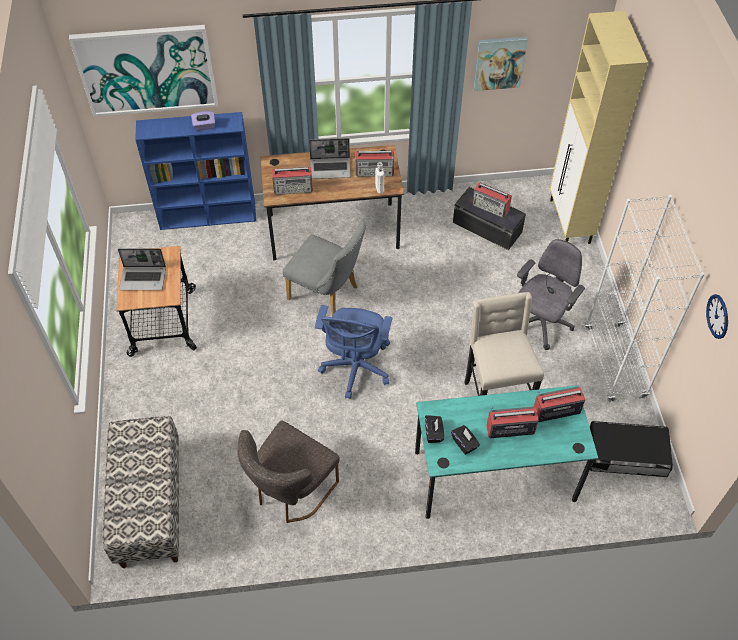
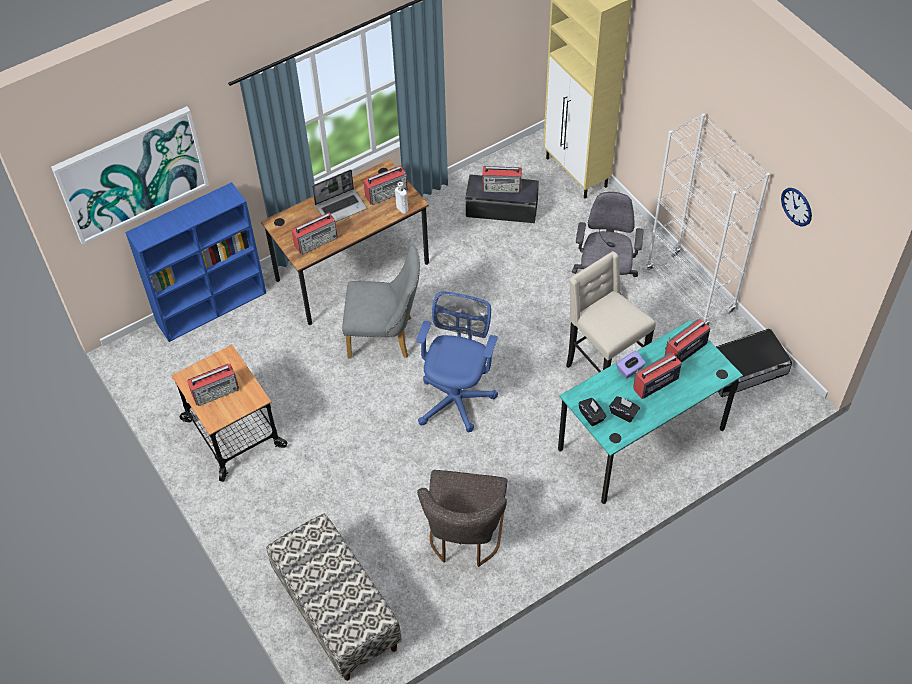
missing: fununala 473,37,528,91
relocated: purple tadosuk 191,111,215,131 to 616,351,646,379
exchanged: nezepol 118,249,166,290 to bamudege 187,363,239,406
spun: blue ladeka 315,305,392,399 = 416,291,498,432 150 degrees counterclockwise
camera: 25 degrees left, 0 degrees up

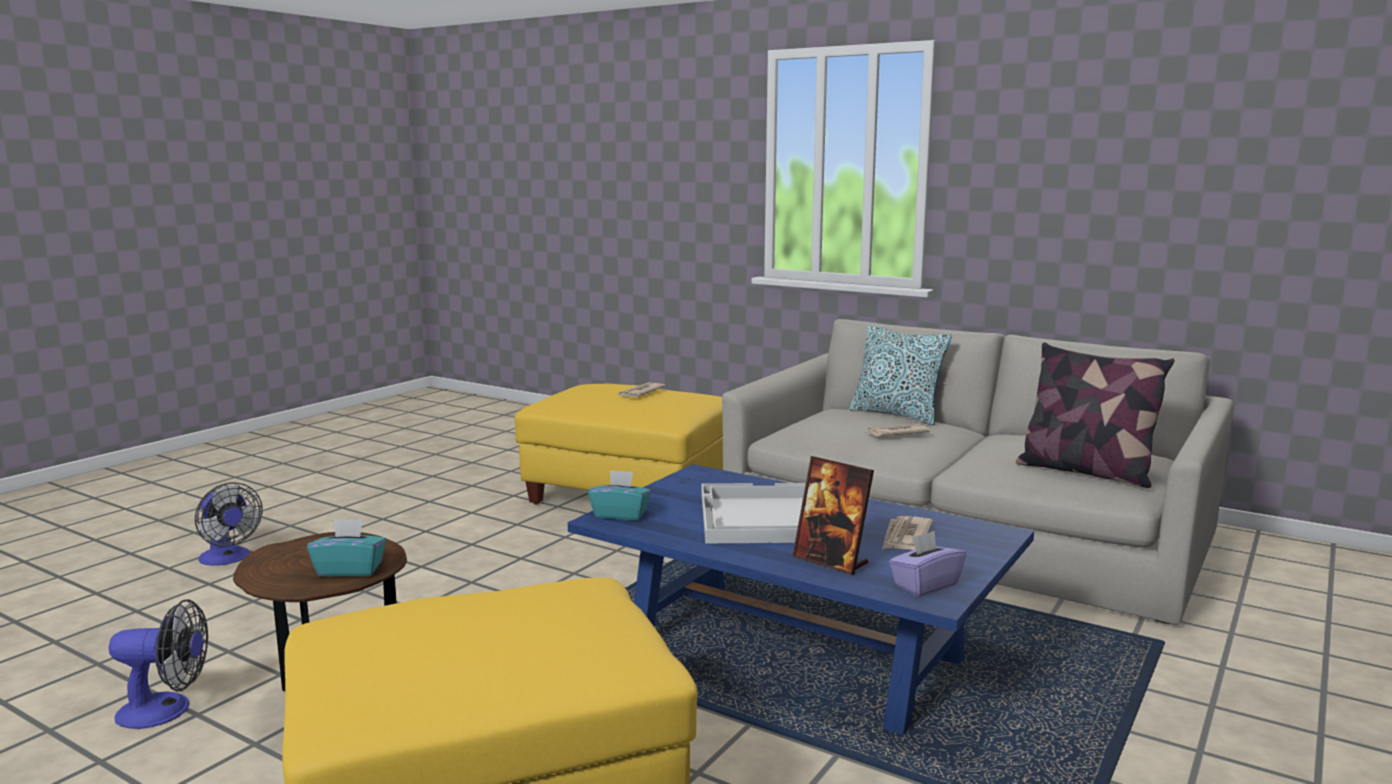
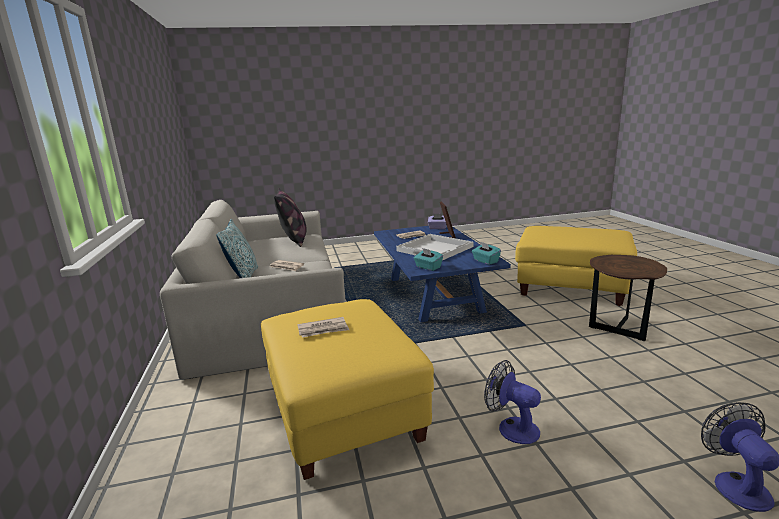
relocated: turquoise tadosuk 307,519,386,577 to 414,248,443,271; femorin 108,599,208,729 to 484,360,541,444
camera: 135 degrees left, 5 degrees up

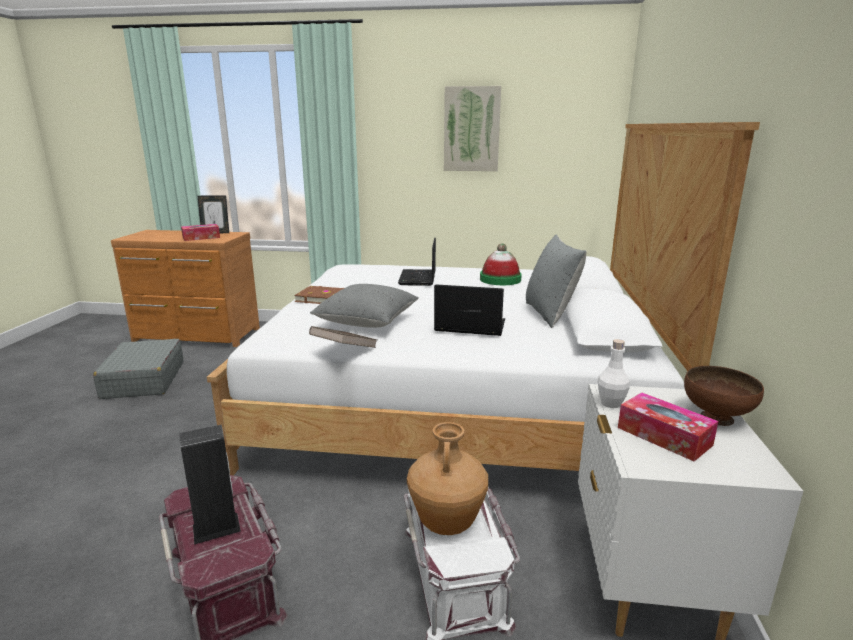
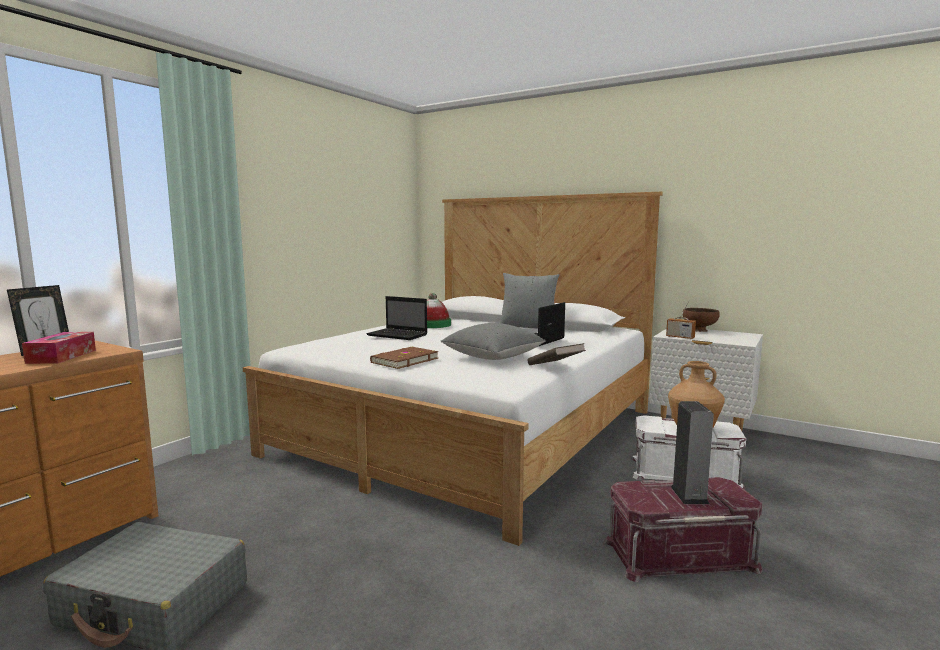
missing: fununala 444,86,501,171; tadosuk 618,392,718,461
exchanged: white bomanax 598,339,630,408 to bamudege 666,300,696,339
camera: 65 degrees left, 10 degrees down

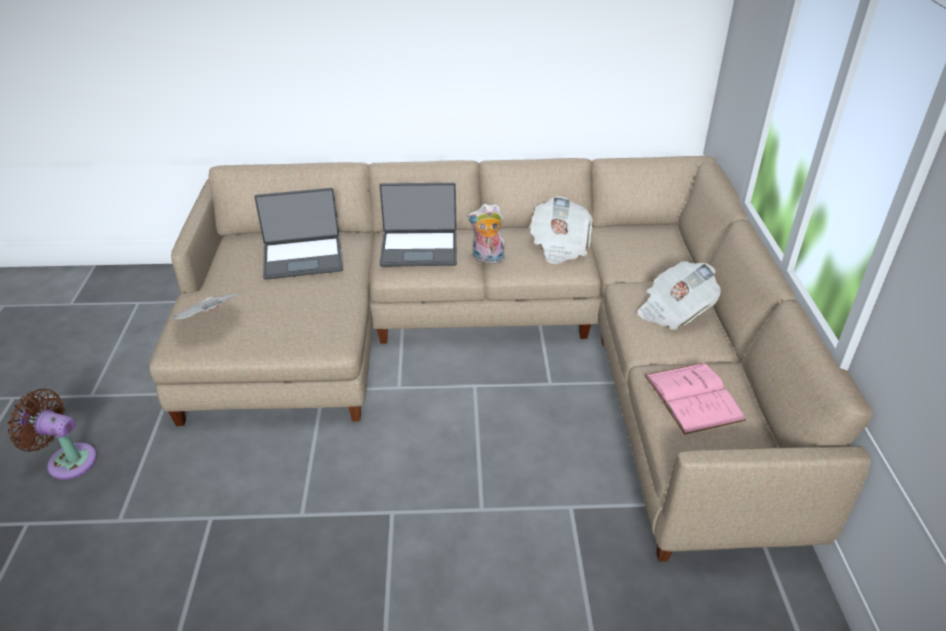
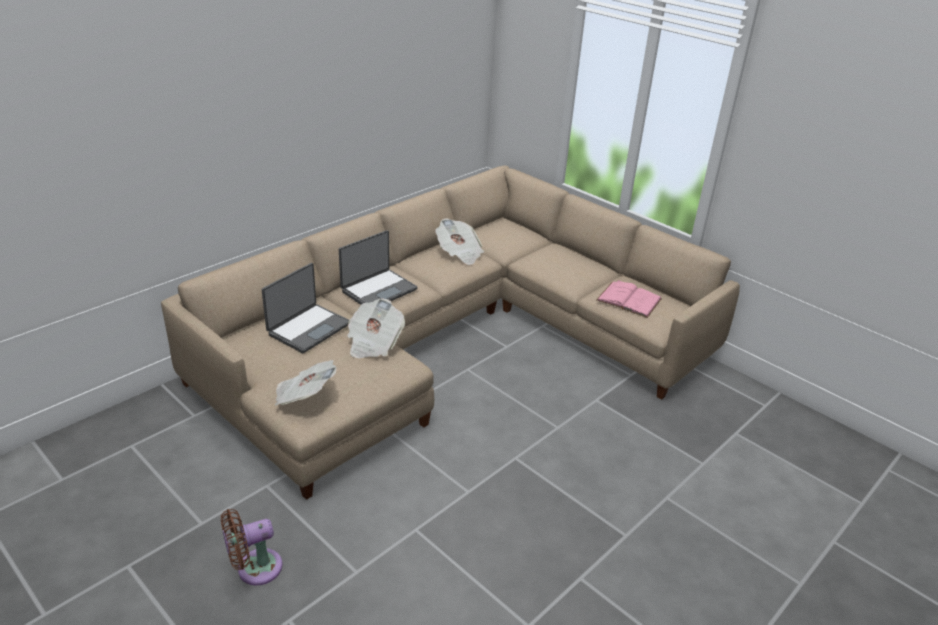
missing: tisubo 467,204,505,266
relocated: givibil 637,261,721,330 to 347,298,405,358
camera: 45 degrees left, 5 degrees down

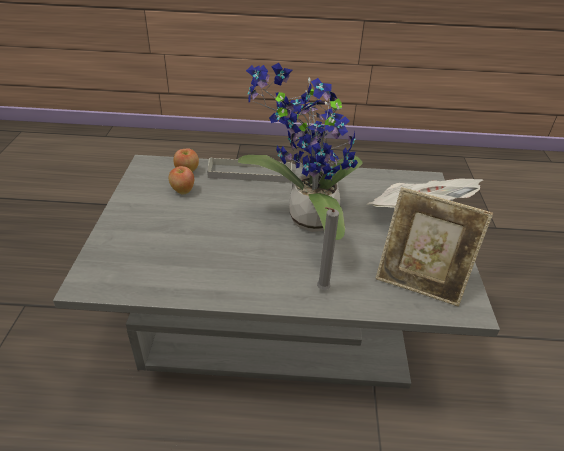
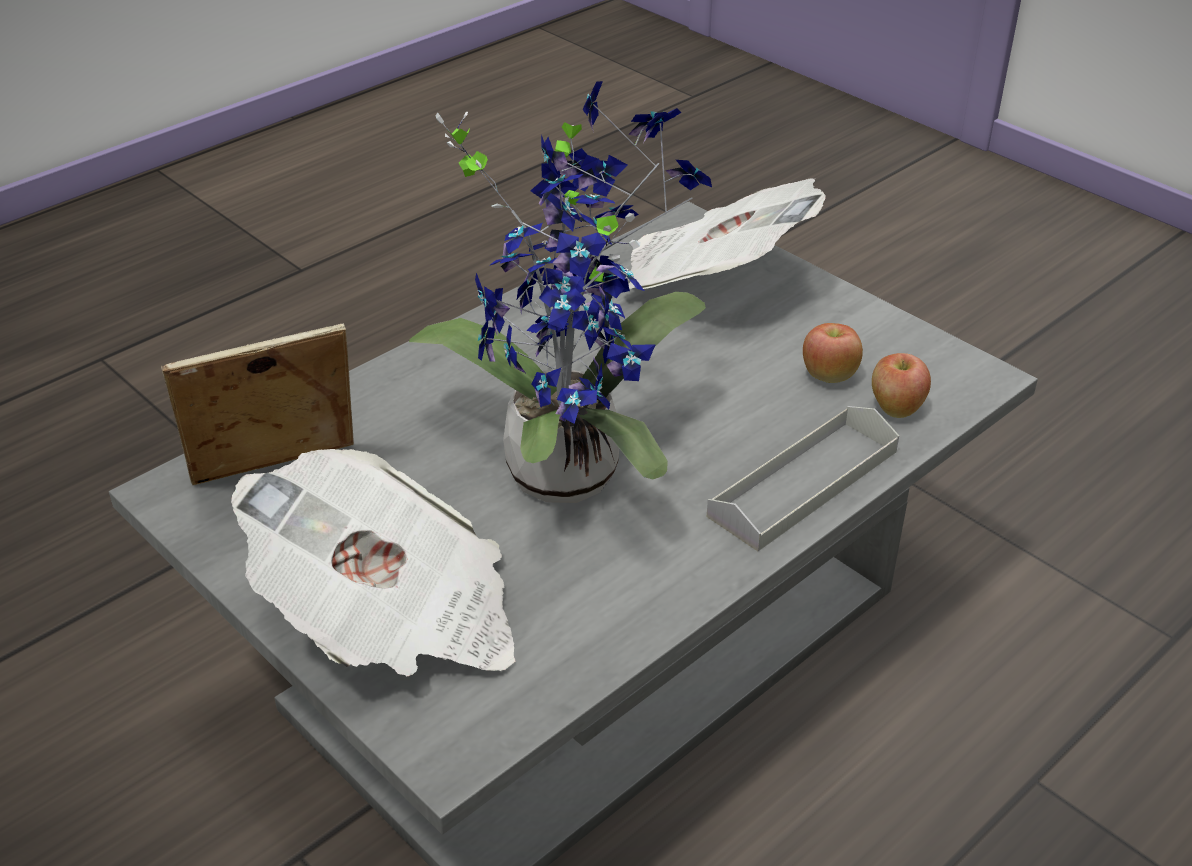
missing: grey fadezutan 317,207,339,290
appeared: givibil 626,179,826,290
camera: 135 degrees right, 0 degrees up

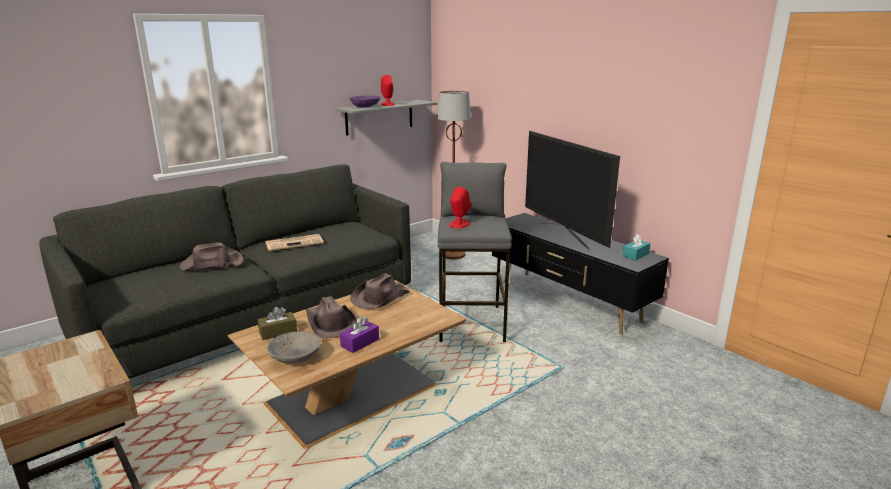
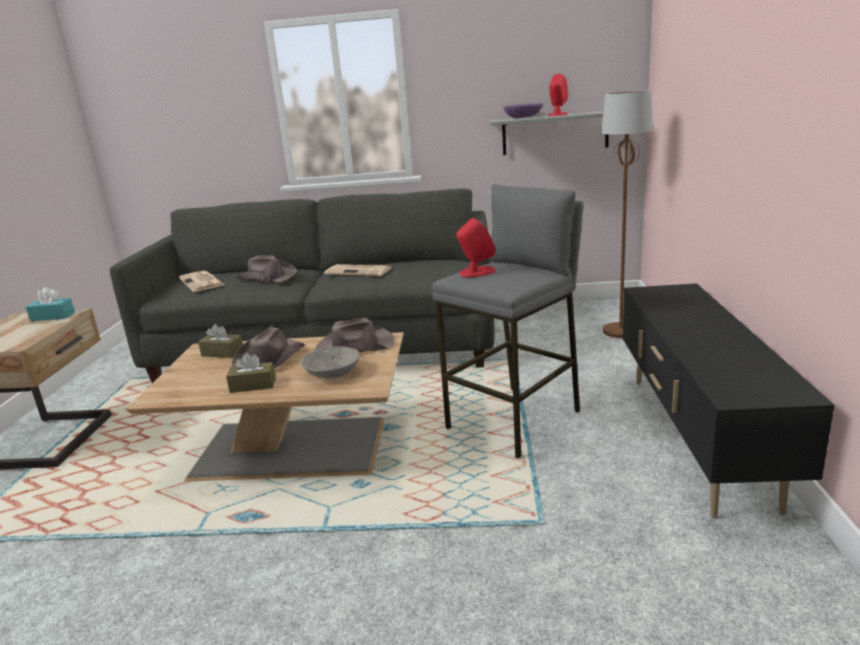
missing: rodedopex 525,131,620,250
appeared: givibil 179,271,224,292
relocated: turquoise tadosuk 623,234,651,261 to 26,287,75,321; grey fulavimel 267,331,321,363 to 300,346,360,378
colour: purple tadosuk 340,316,379,353 to brown tadosuk 226,353,276,393
camera: 45 degrees right, 0 degrees up

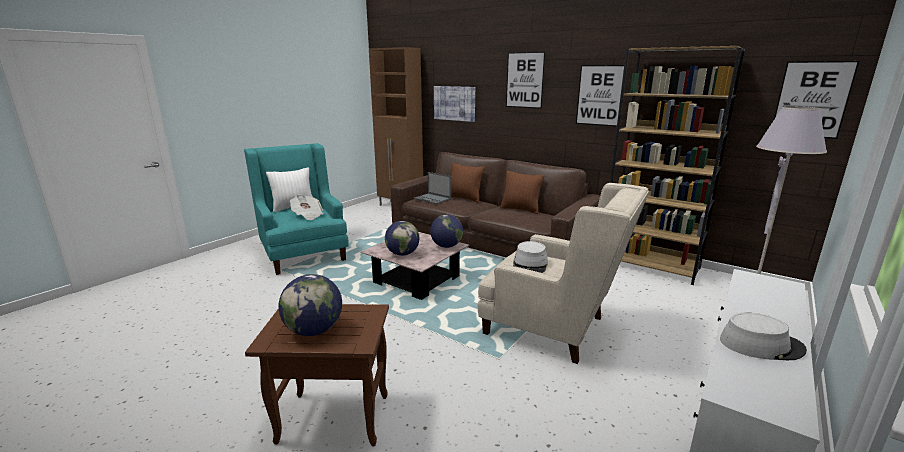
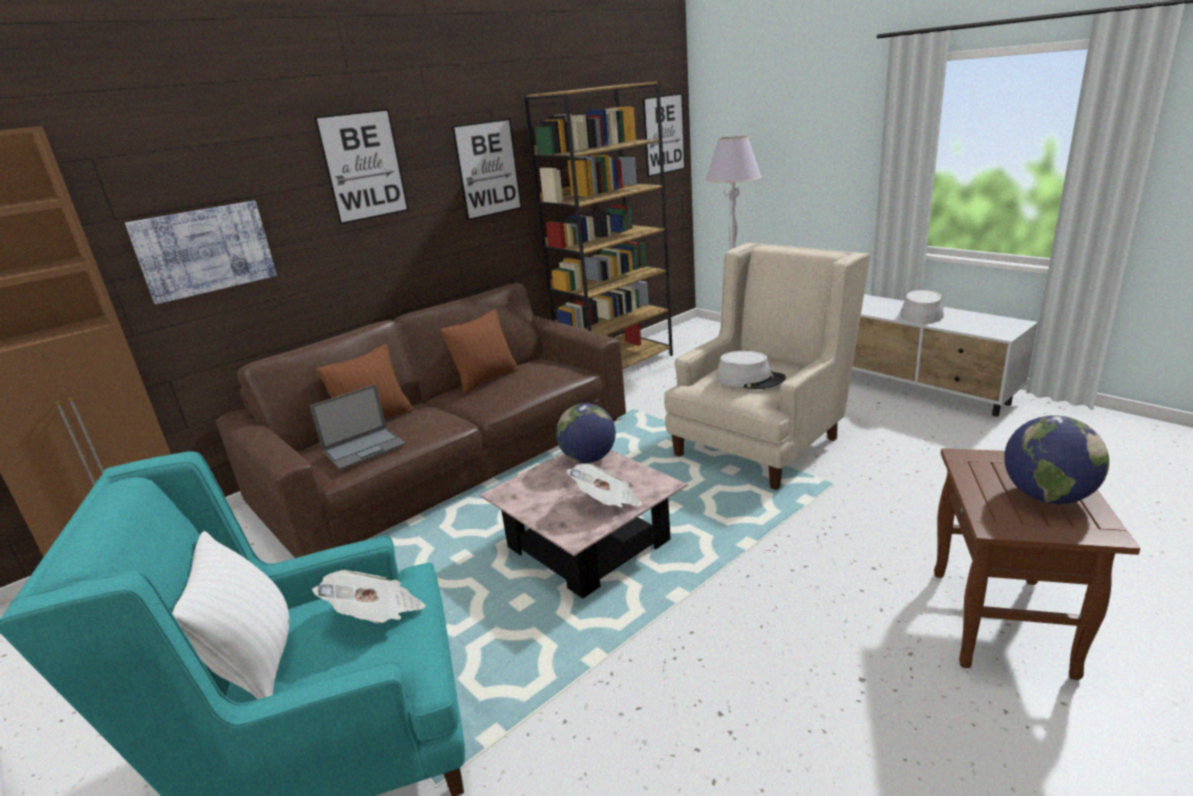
exchanged: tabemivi 385,221,419,256 to givibil 567,464,643,507
camera: 75 degrees left, 5 degrees up

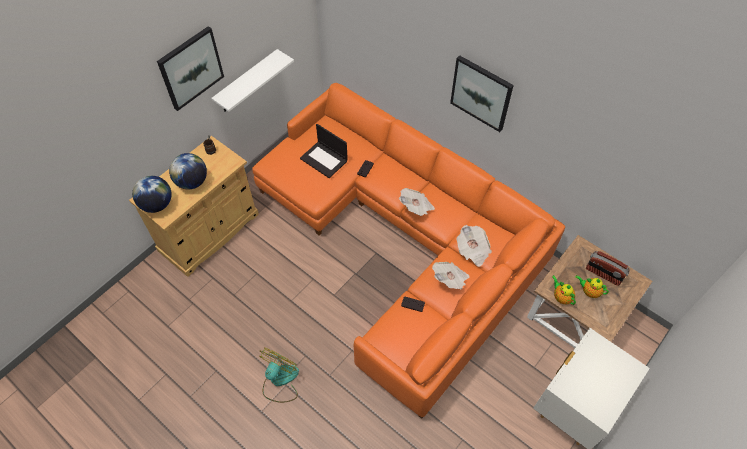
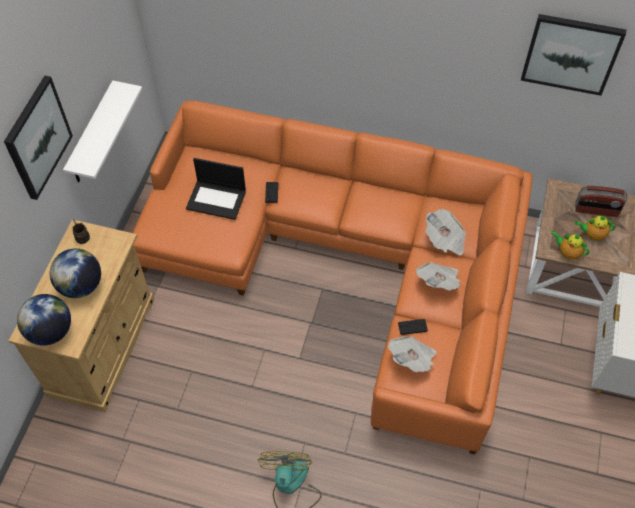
relocated: givibil 399,188,435,216 to 388,336,437,372; fununala 450,55,514,132 to 521,14,626,96
camera: 25 degrees left, 0 degrees up

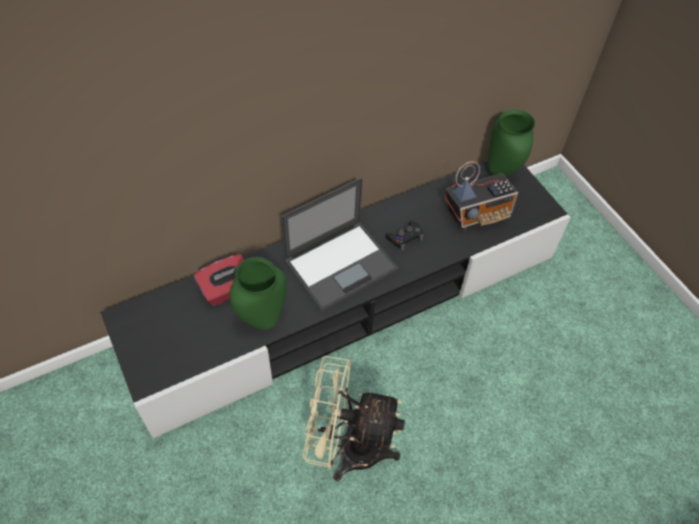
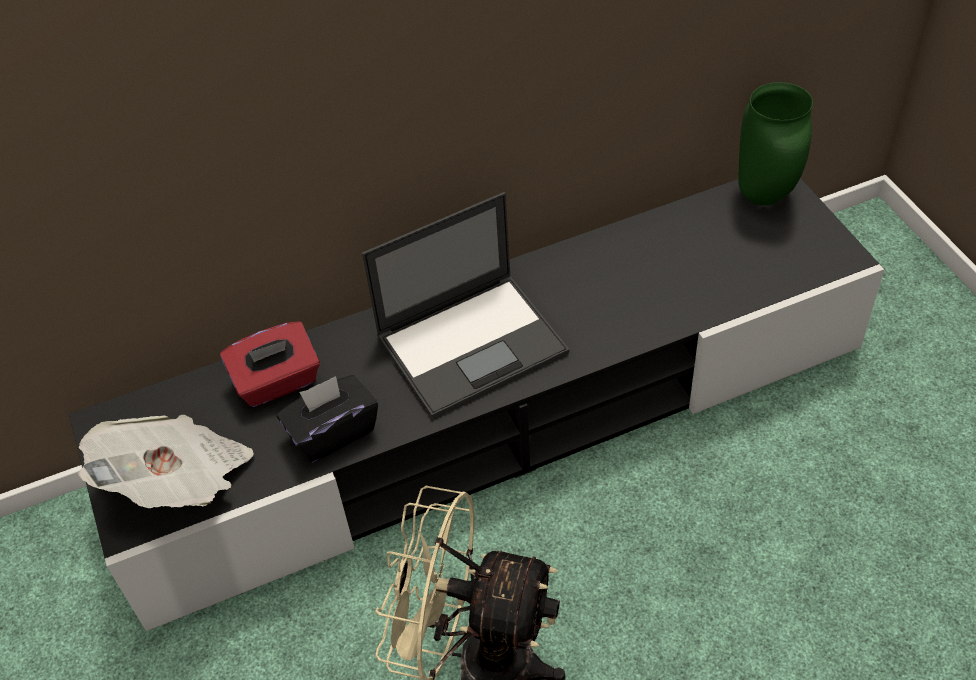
missing: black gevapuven 386,221,424,250; bamudege 445,161,518,230
appeared: givibil 78,415,254,508
exchanged: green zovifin 229,257,287,330 to black tadosuk 277,375,378,462
camera: 10 degrees right, 5 degrees down

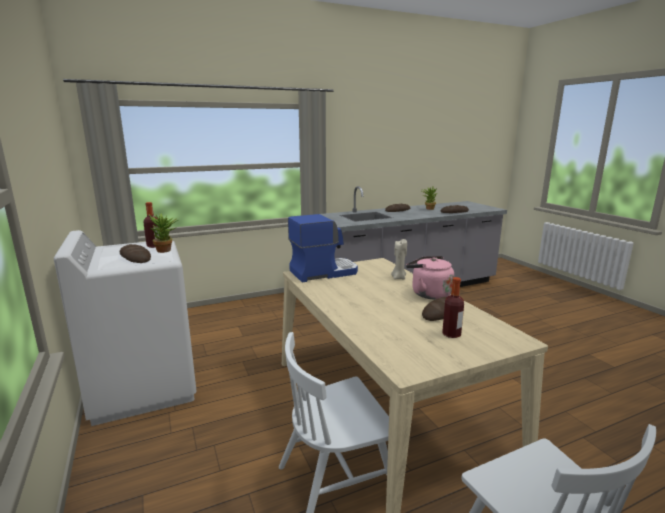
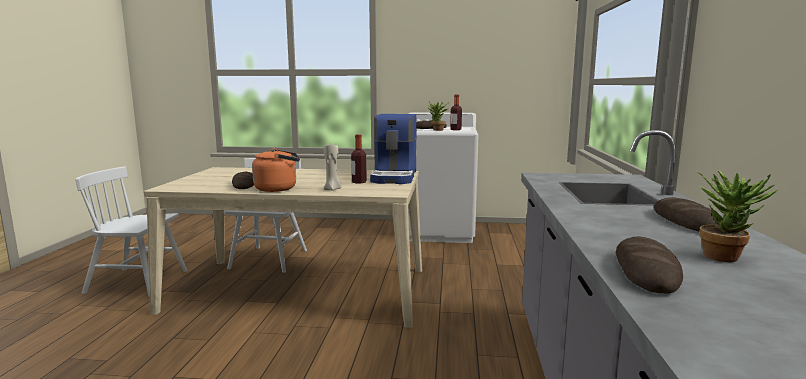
relocated: bomanax 442,277,464,338 to 351,134,367,184
colour: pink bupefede 406,256,454,300 to orange bupefede 252,149,300,192
camera: 120 degrees right, 5 degrees down

